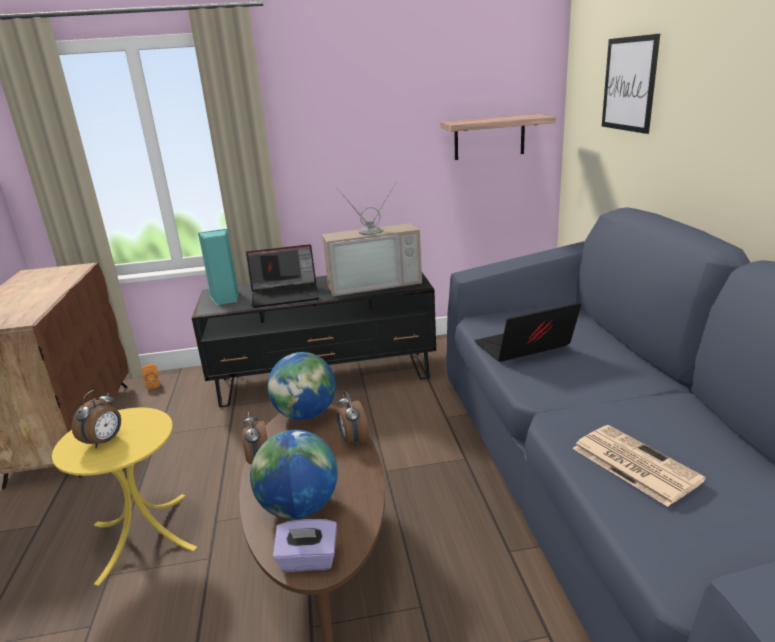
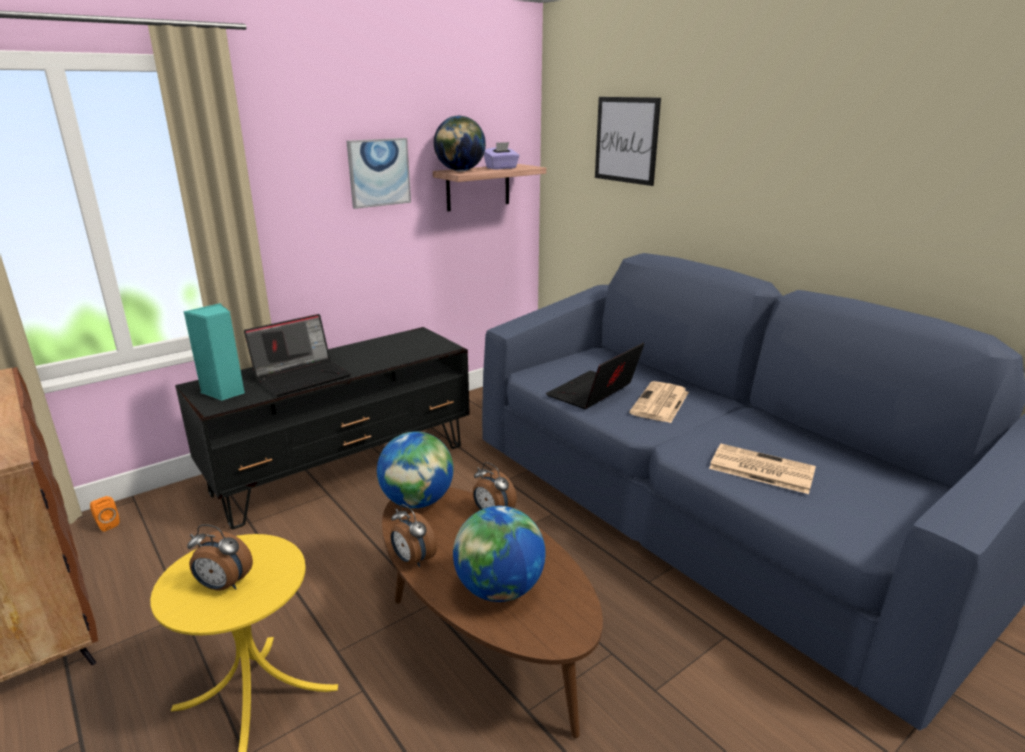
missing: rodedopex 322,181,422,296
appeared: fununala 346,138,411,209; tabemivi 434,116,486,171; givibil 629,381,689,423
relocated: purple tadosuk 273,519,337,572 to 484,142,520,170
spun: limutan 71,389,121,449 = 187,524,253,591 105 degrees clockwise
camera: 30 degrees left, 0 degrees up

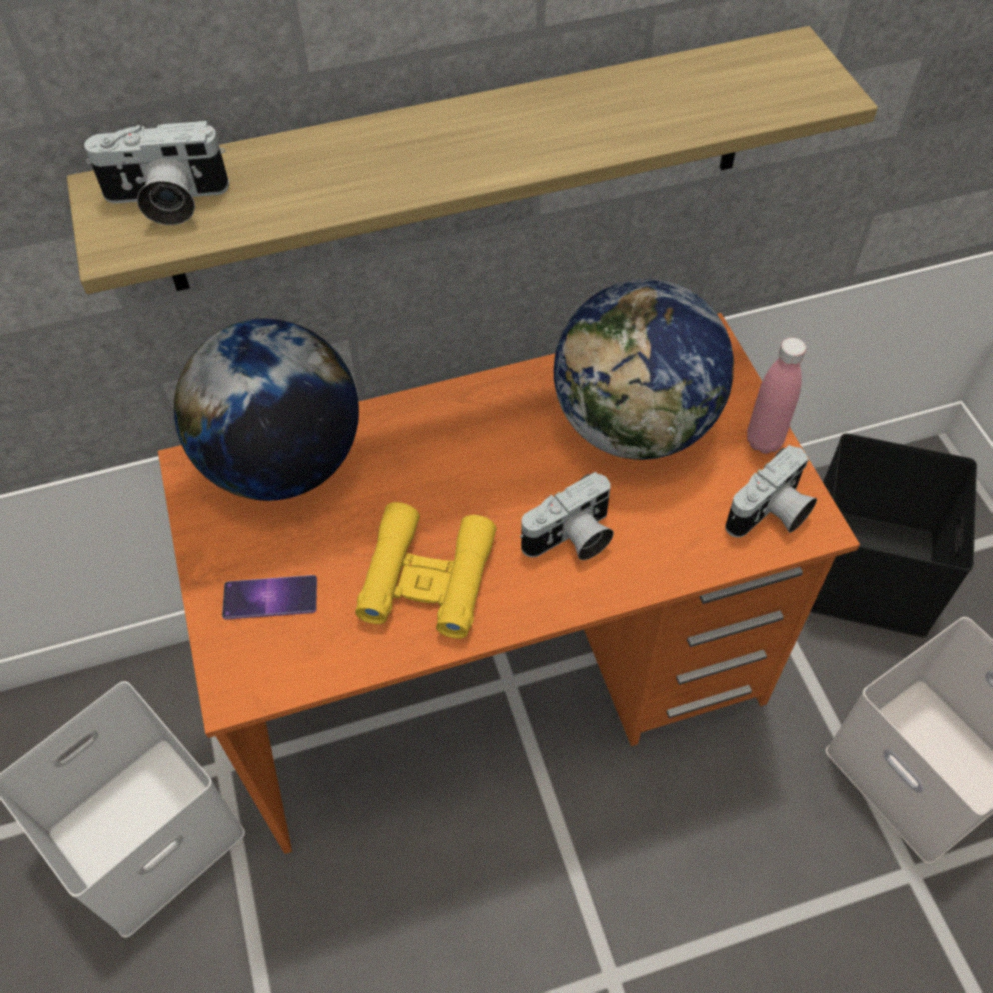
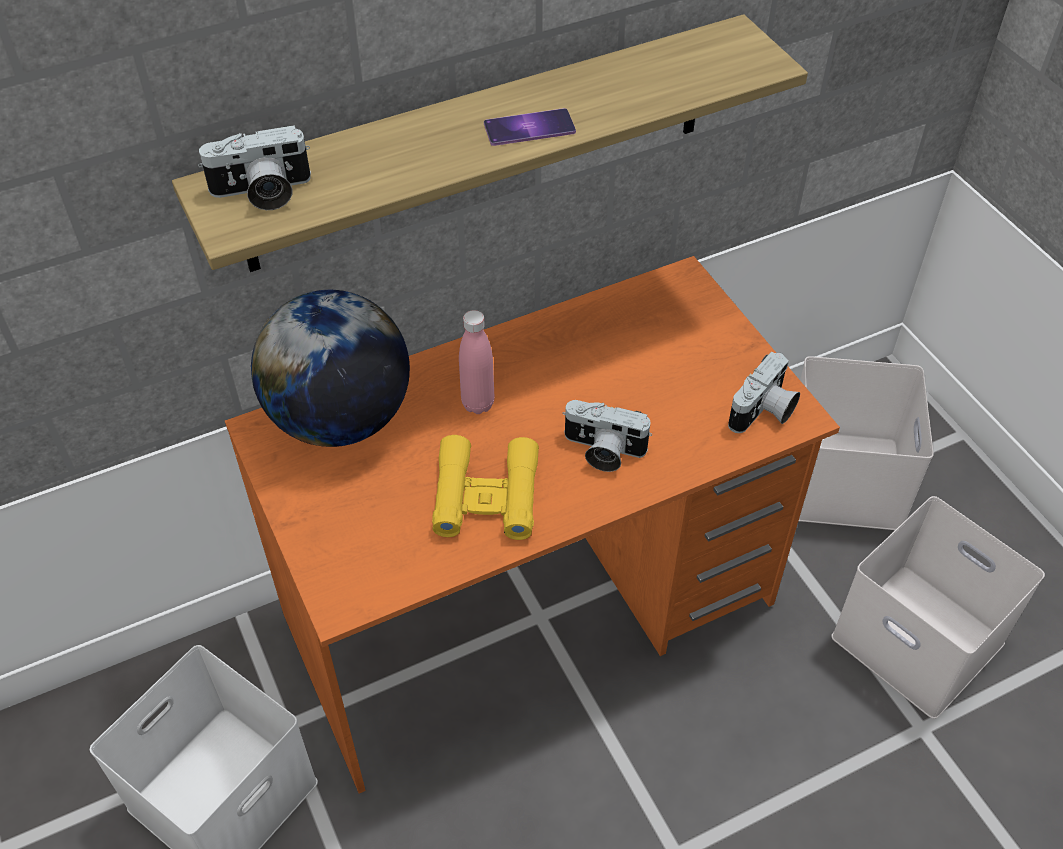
missing: tabemivi 554,279,734,460
relocated: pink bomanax 747,338,806,454 to 459,310,495,414; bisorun 222,575,317,620 to 484,108,576,146
colour: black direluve 810,433,977,638 to white direluve 799,356,934,530
spun: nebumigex 520,472,614,560 = 562,400,653,472 60 degrees clockwise
camera: 10 degrees left, 5 degrees down

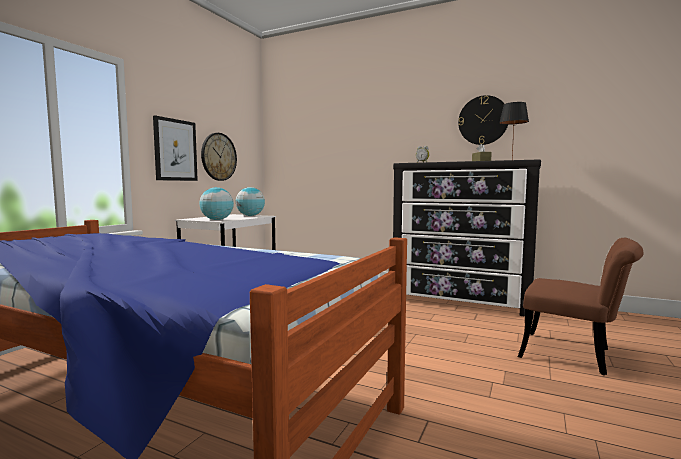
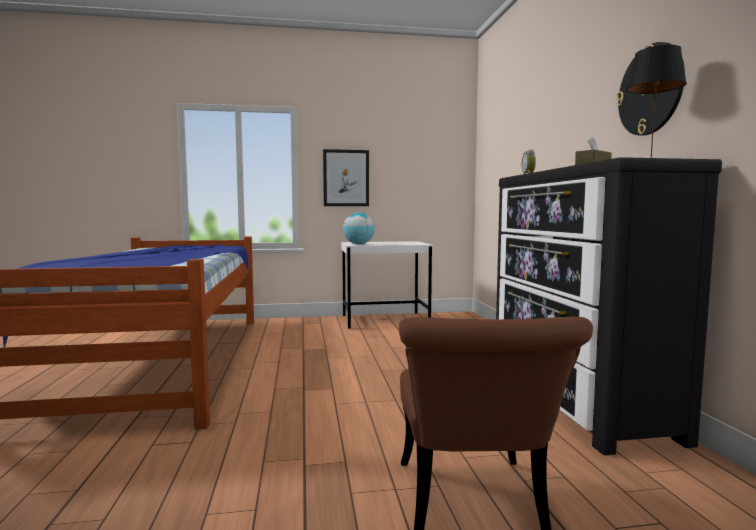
missing: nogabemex 201,133,237,181; tabemivi 236,187,265,216
camera: 55 degrees right, 0 degrees up

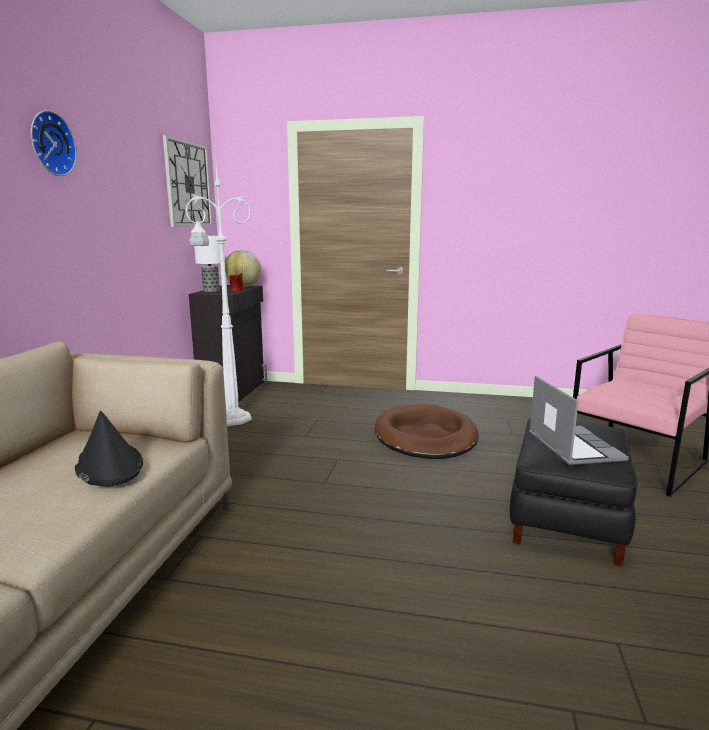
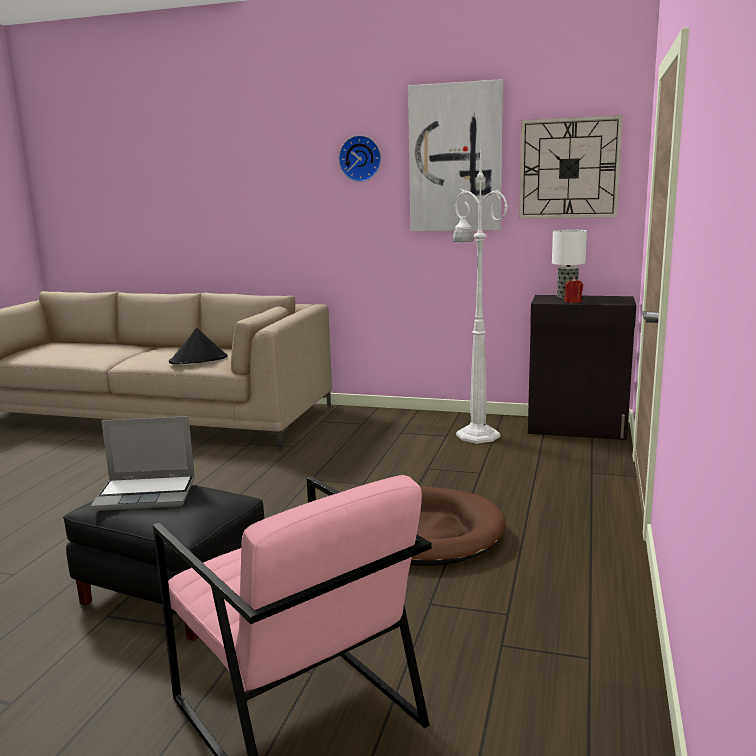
missing: tabemivi 225,250,261,287
appeared: fununala 408,79,504,231
camera: 95 degrees right, 0 degrees up

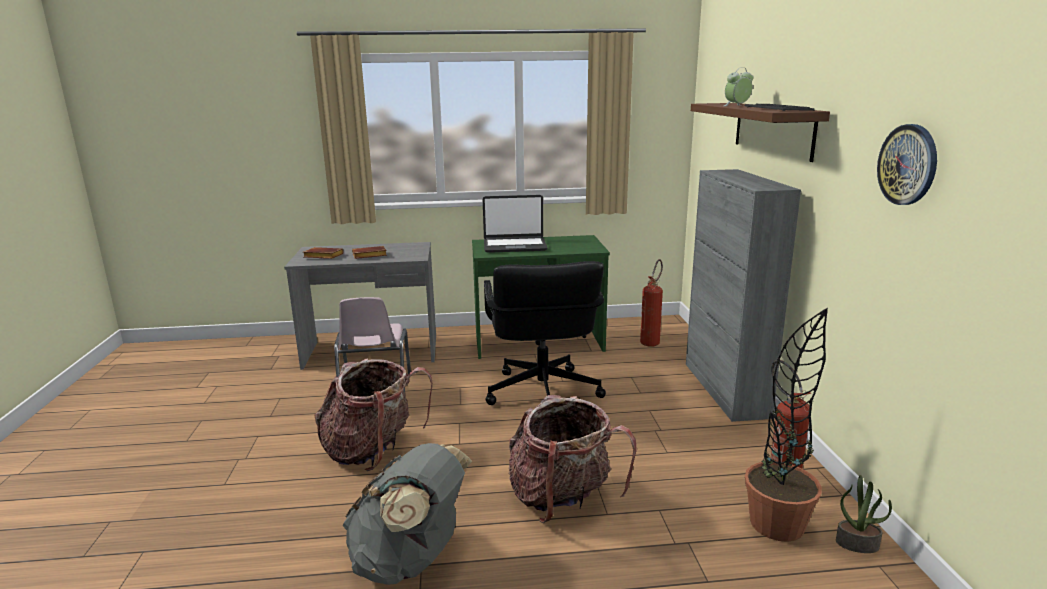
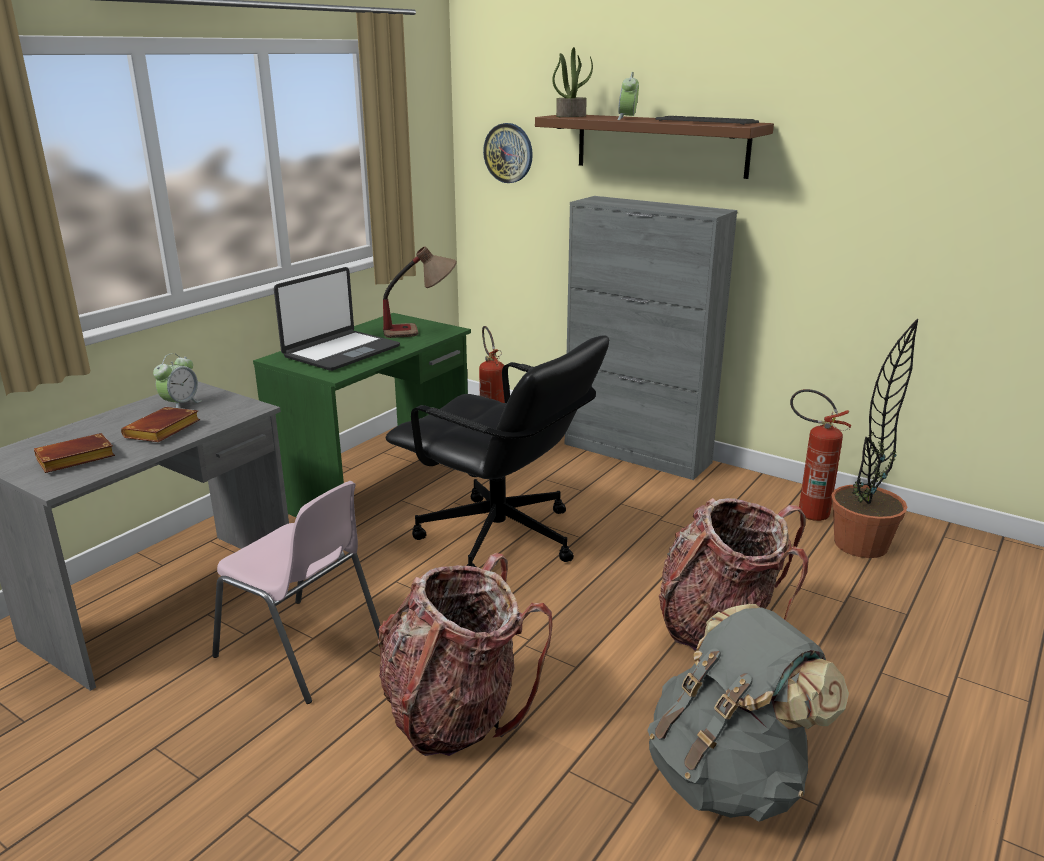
appeared: limutan 153,353,201,408; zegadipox 383,247,457,338
relocated: nogabemex 877,124,937,205 to 483,123,533,183; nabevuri 836,475,892,553 to 552,47,593,117
camera: 50 degrees left, 5 degrees up

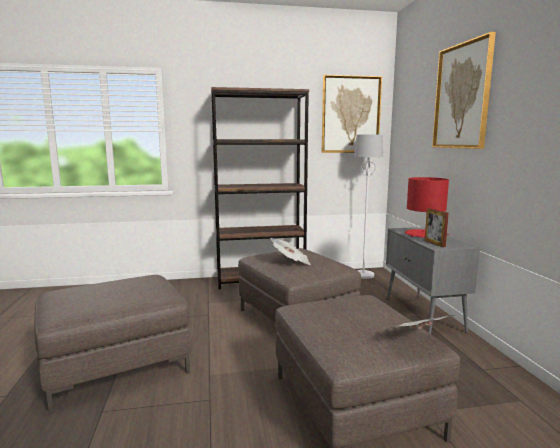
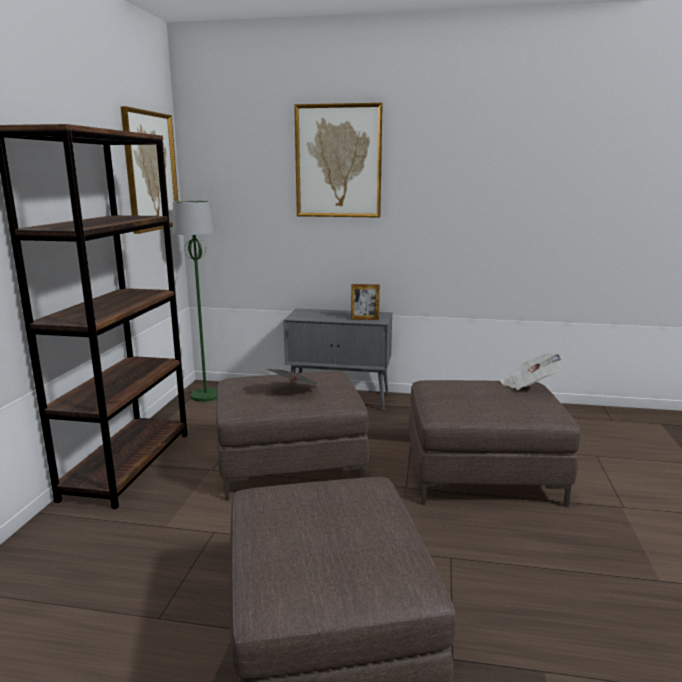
missing: red zegadipox 405,177,449,238
colour: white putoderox 354,134,383,279 to green putoderox 173,201,217,402
camera: 70 degrees left, 5 degrees up

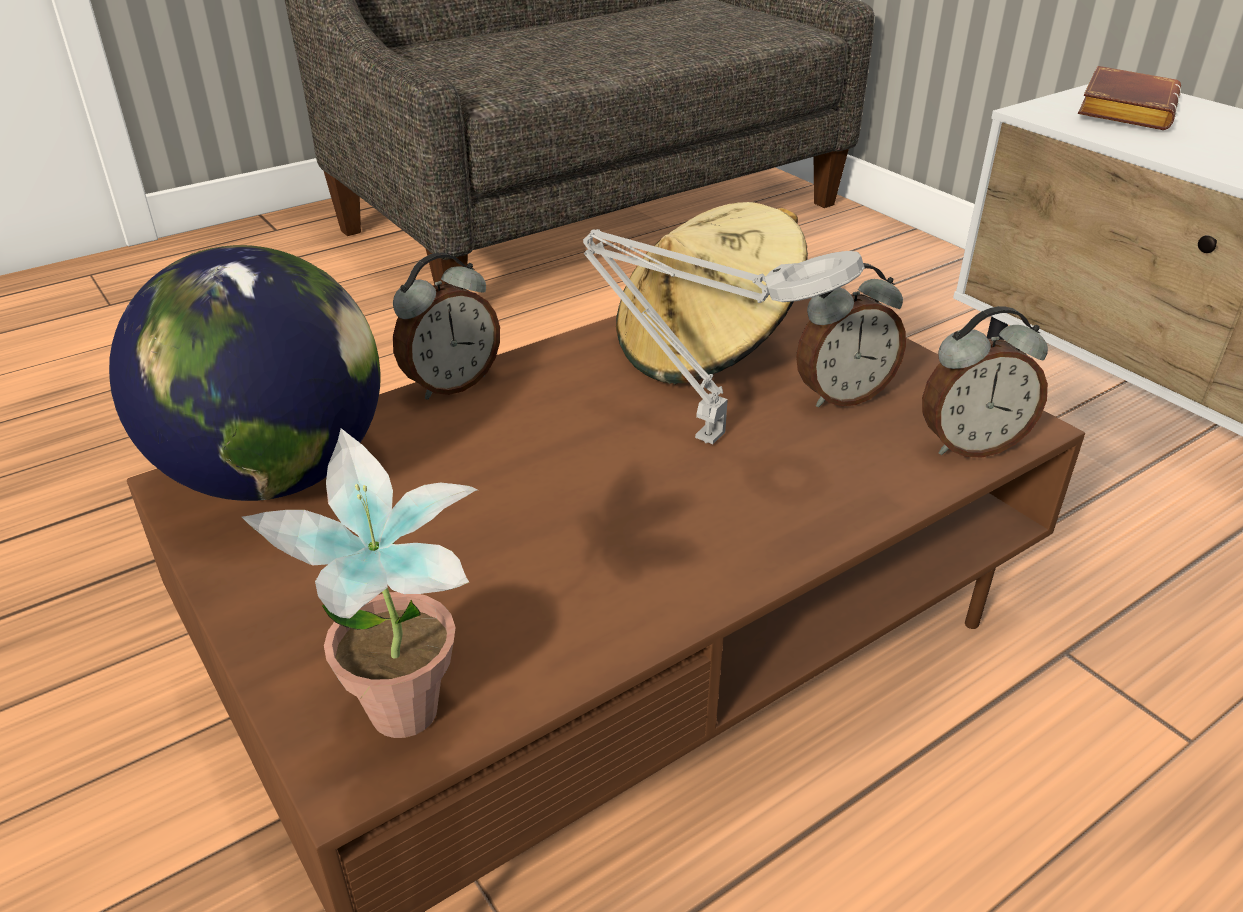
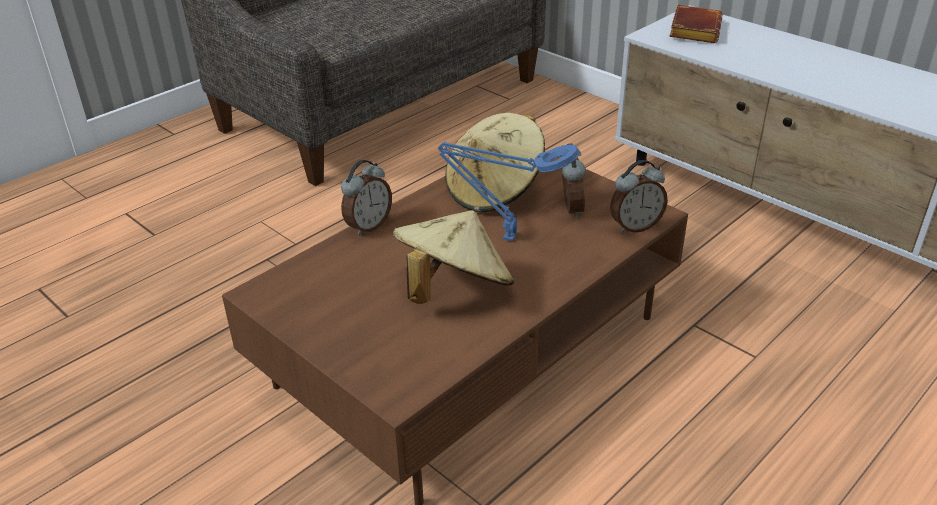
missing: tabemivi 109,245,380,501; nabevuri 242,428,477,738
appeared: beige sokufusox 392,210,514,304
colour: grey zegadipox 583,229,865,444 to blue zegadipox 438,142,579,241
spun: limutan 796,263,906,408 = 559,143,586,218 60 degrees counterclockwise
camera: 10 degrees left, 0 degrees up

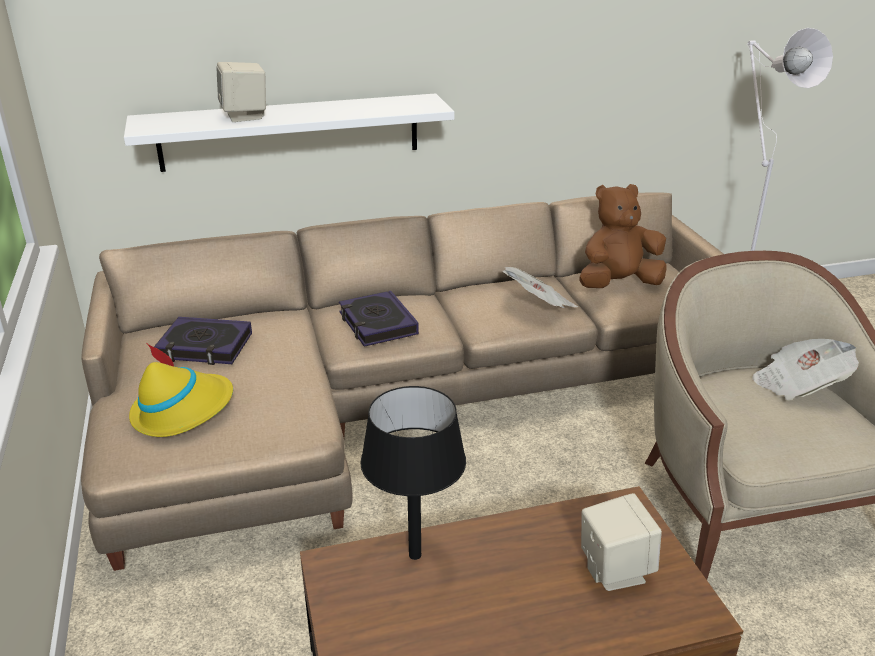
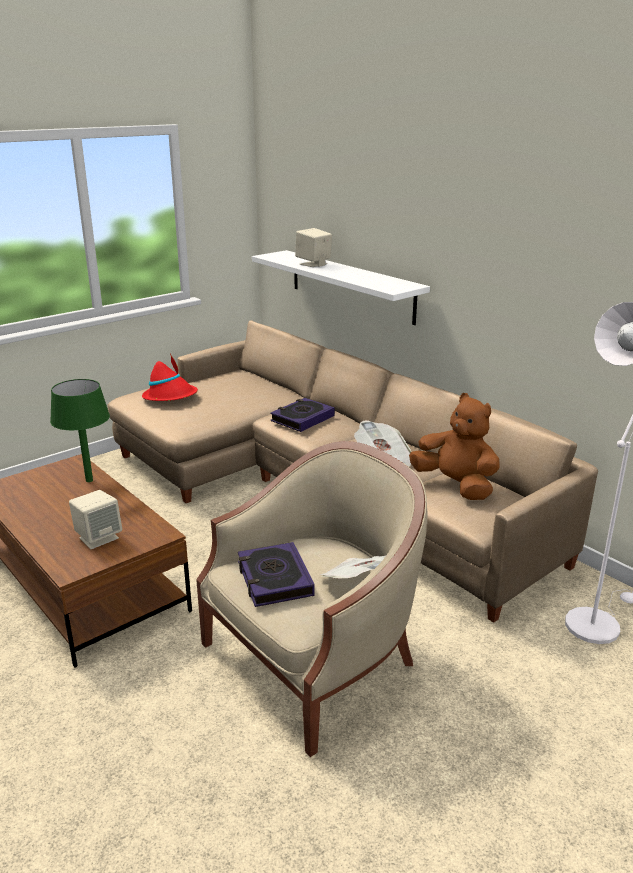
relocated: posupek 154,317,252,365 to 238,542,315,607
colour: black zegadipox 360,386,466,560 to green zegadipox 50,379,110,482; yellow sokufusox 129,343,233,437 to red sokufusox 142,353,198,401
camera: 65 degrees right, 5 degrees down

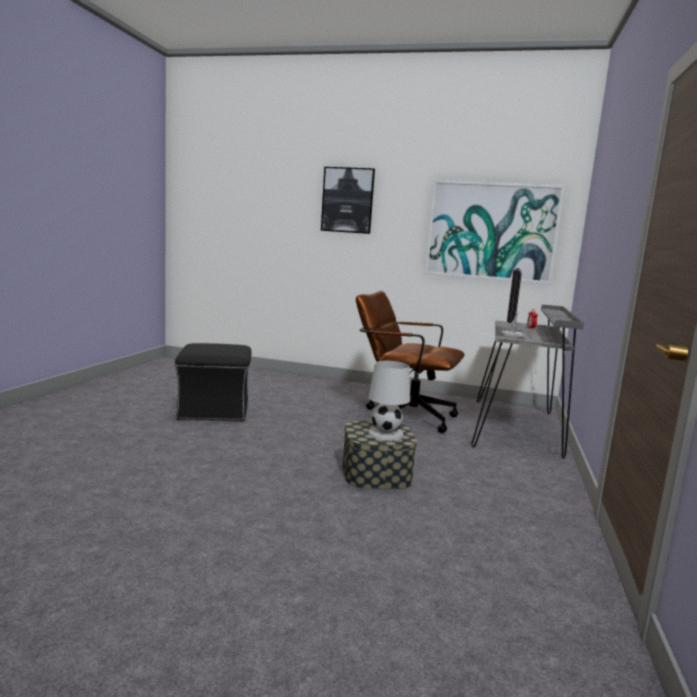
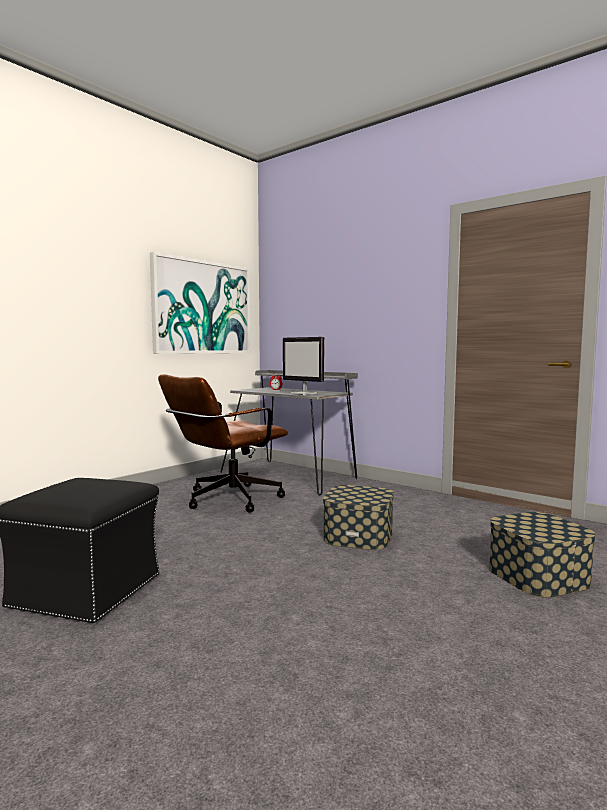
missing: fununala 321,167,375,234; white zegadipox 368,361,410,441
appeared: direluve 489,512,596,598
camera: 65 degrees left, 5 degrees down

